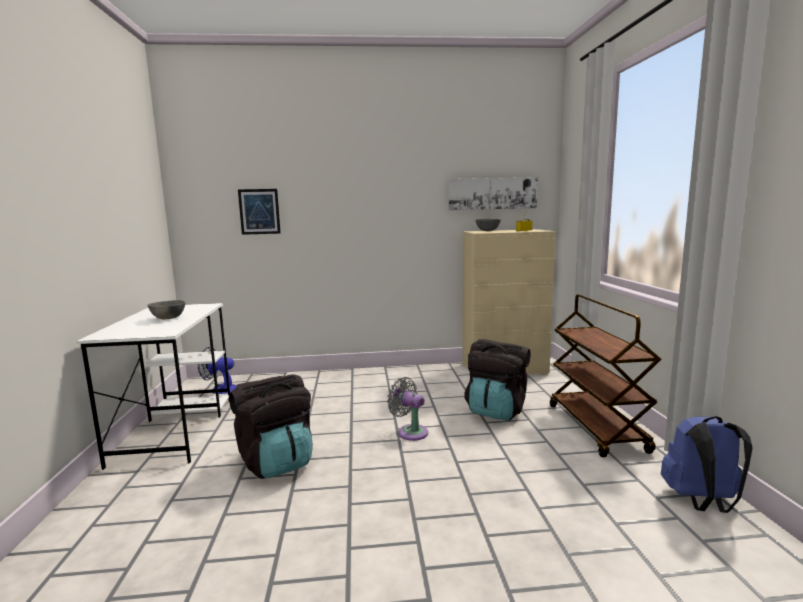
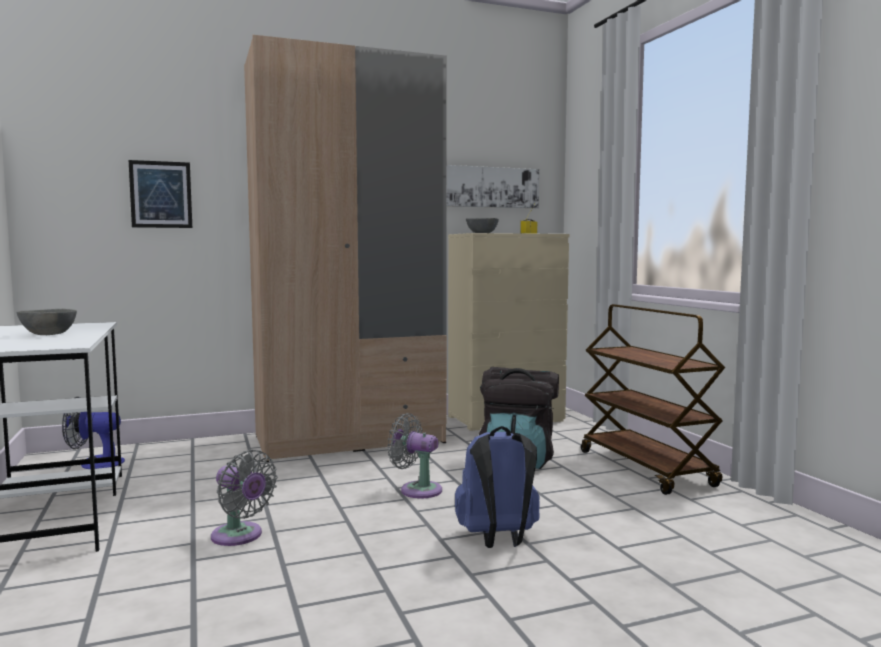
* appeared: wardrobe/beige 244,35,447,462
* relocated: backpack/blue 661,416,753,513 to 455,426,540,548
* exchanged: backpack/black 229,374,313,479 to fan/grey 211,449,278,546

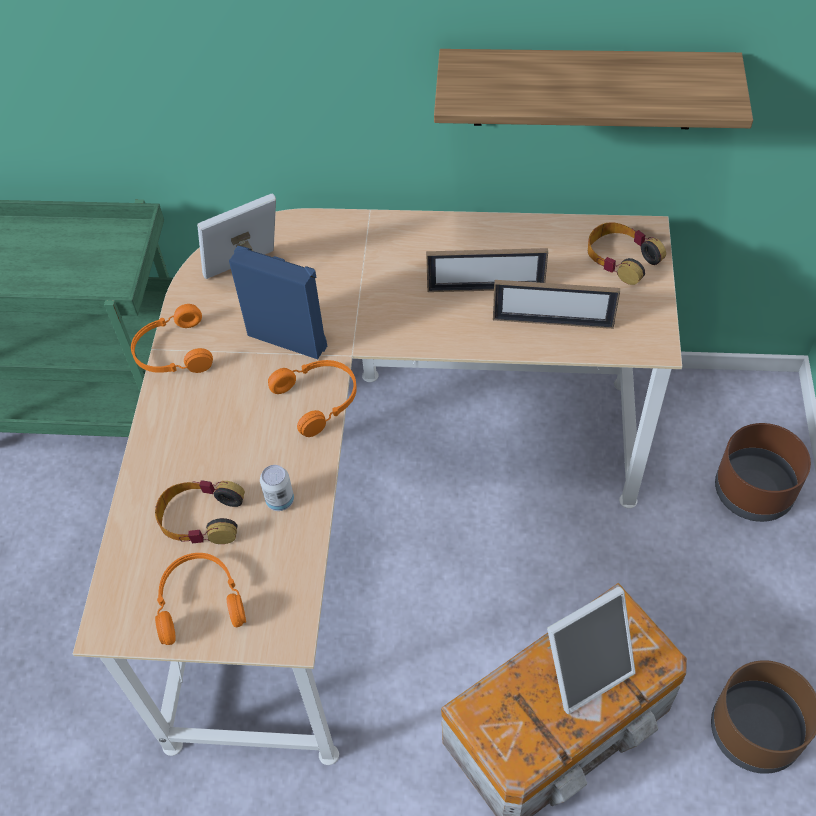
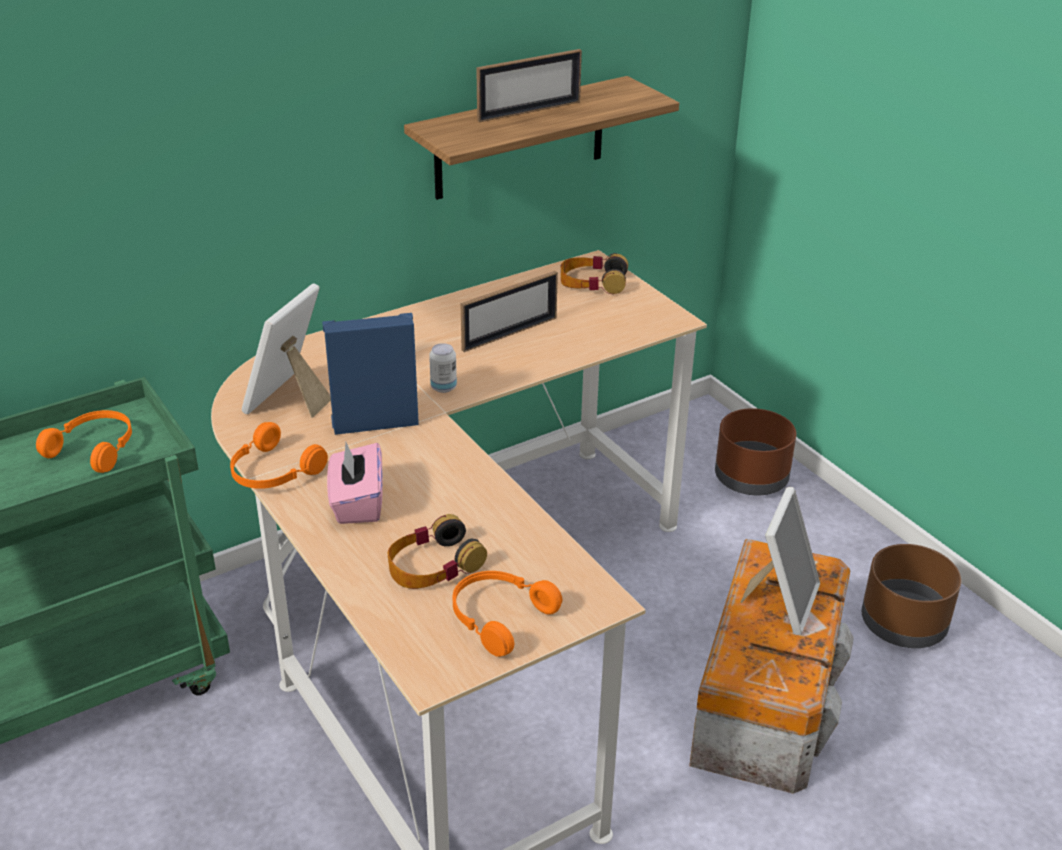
* appeared: tissue box/pink 327,442,383,524
* relocated: can 260,465,294,511 to 429,343,457,393
* relocated: headphones/orange 268,360,357,437 to 36,410,132,473
* relocated: picture frame 493,280,620,329 to 476,49,582,122

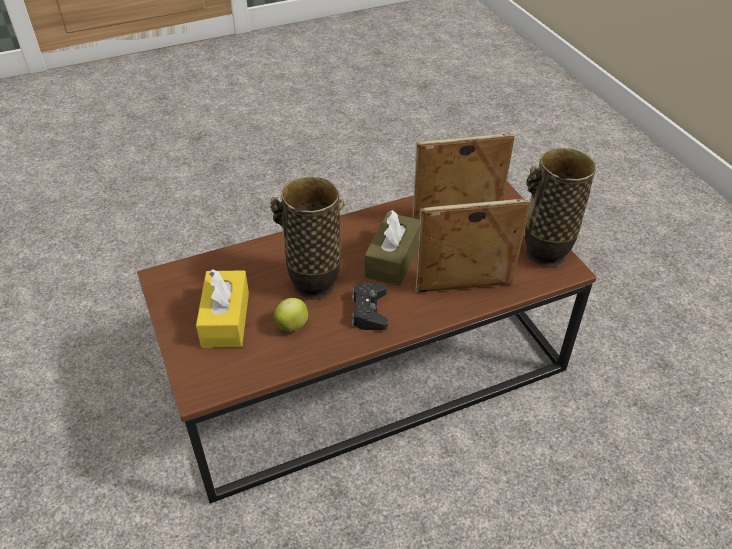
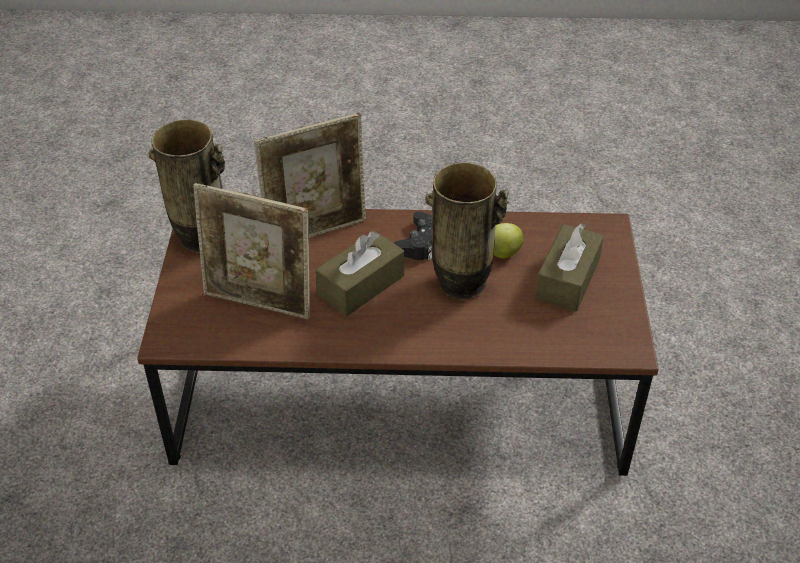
* colour: tissue box/yellow 196,269,249,348 to tissue box/brown 535,223,604,311
* spun: picture frame 415,198,530,293 = 254,113,366,238 45 degrees counterclockwise

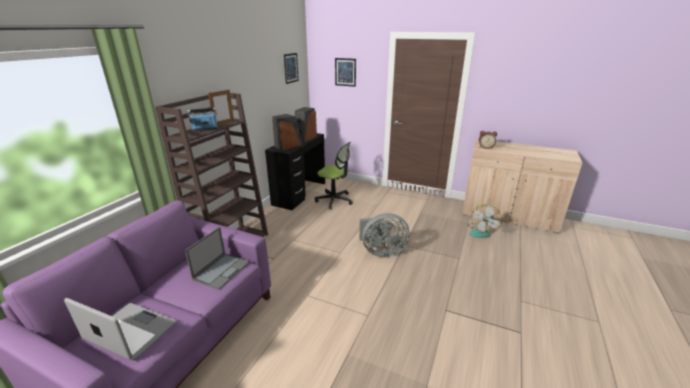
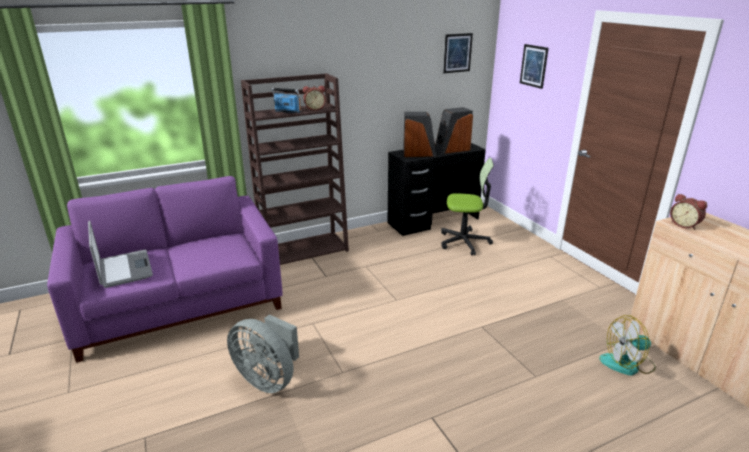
* missing: laptop 185,227,250,290
* relocated: fan/grey 359,213,410,257 to 227,314,299,393
* exchanged: picture frame 208,90,234,125 to alarm clock 303,86,326,111
* spun: office chair 315,142,353,210 = 441,158,494,256 60 degrees counterclockwise

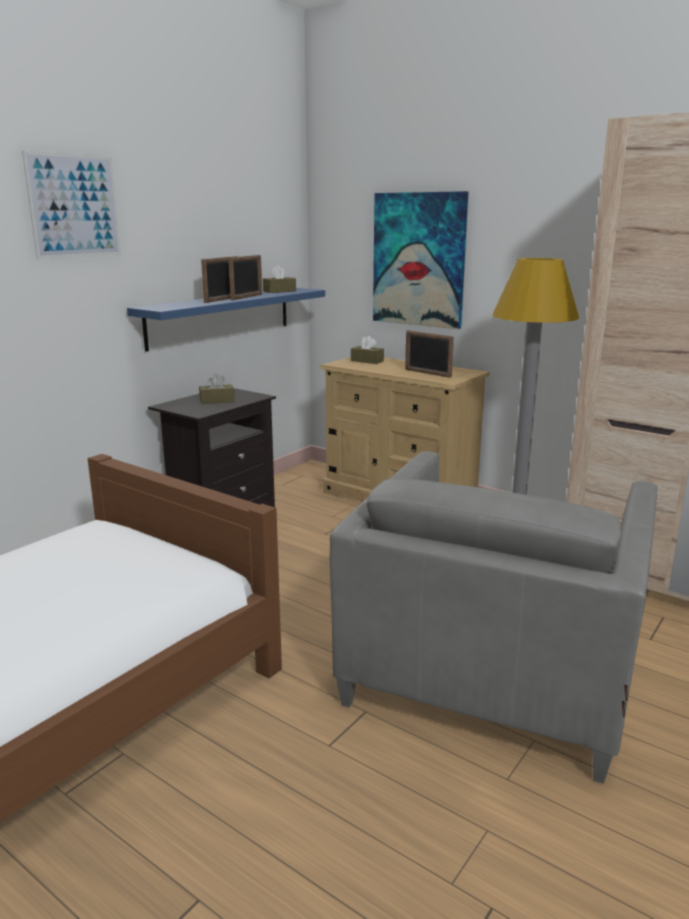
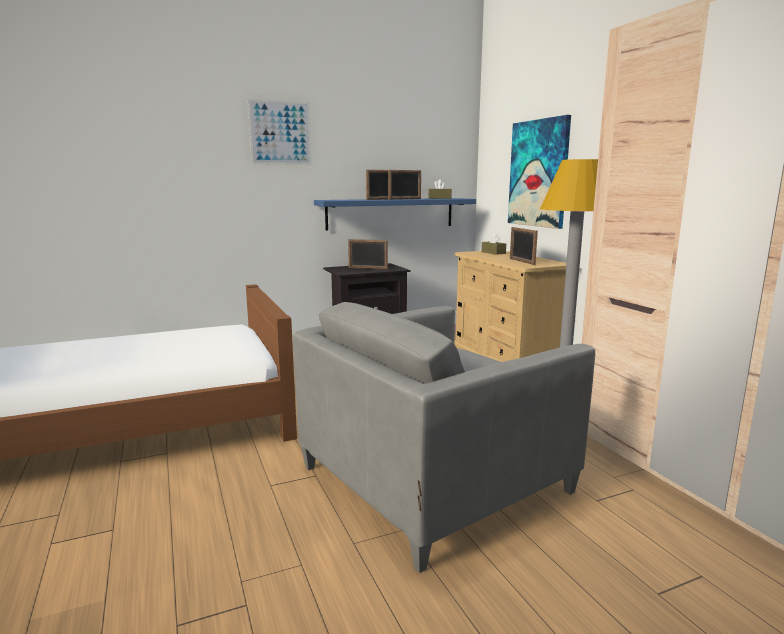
* exchanged: tissue box/brown 199,374,235,404 to picture frame 348,239,388,270

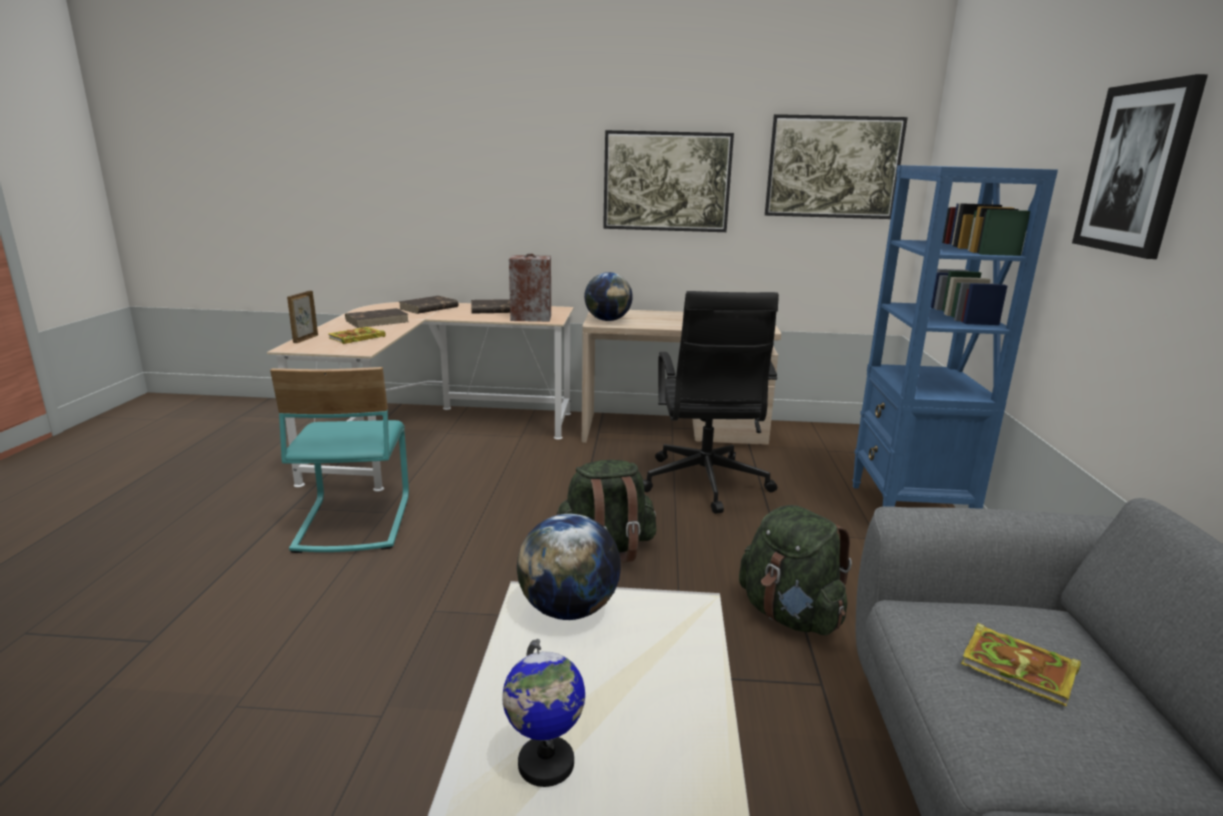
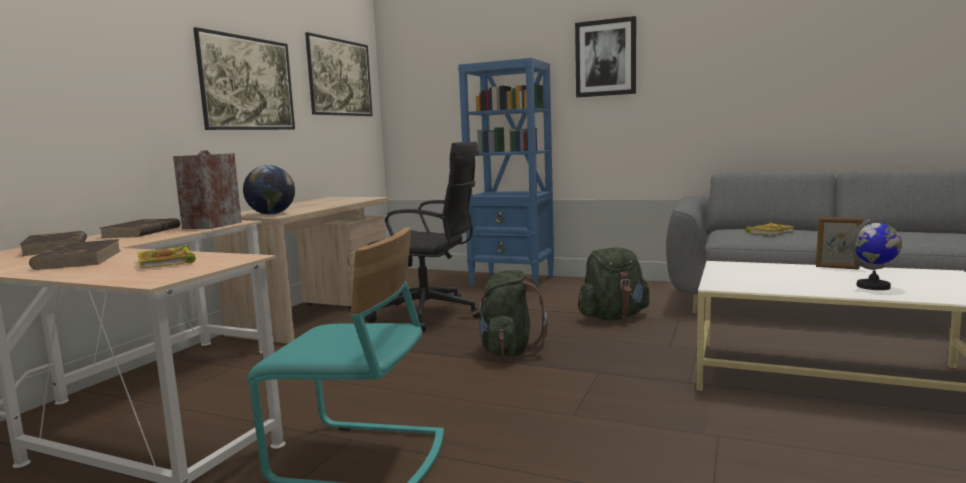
* missing: globe 517,514,621,620
* relocated: picture frame 287,291,318,343 to 816,217,863,270

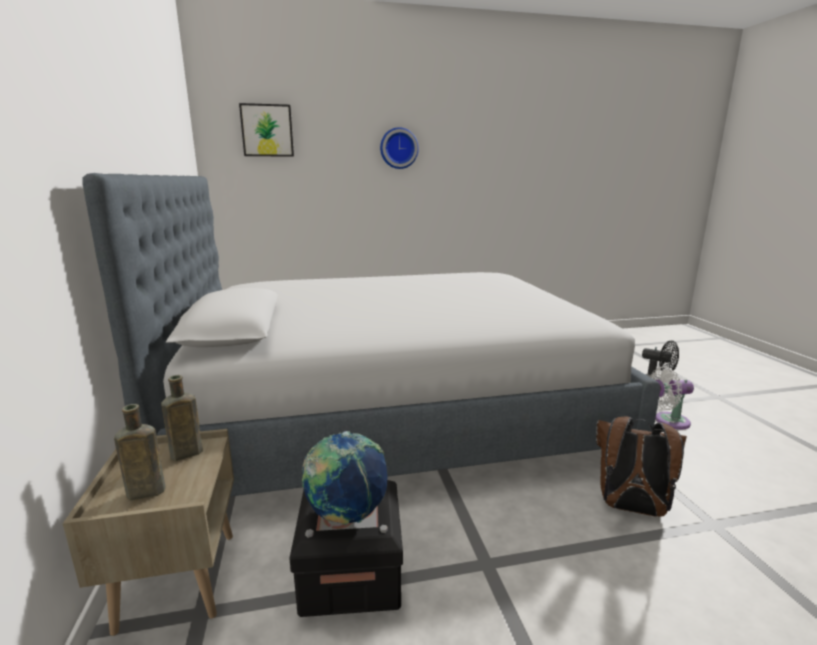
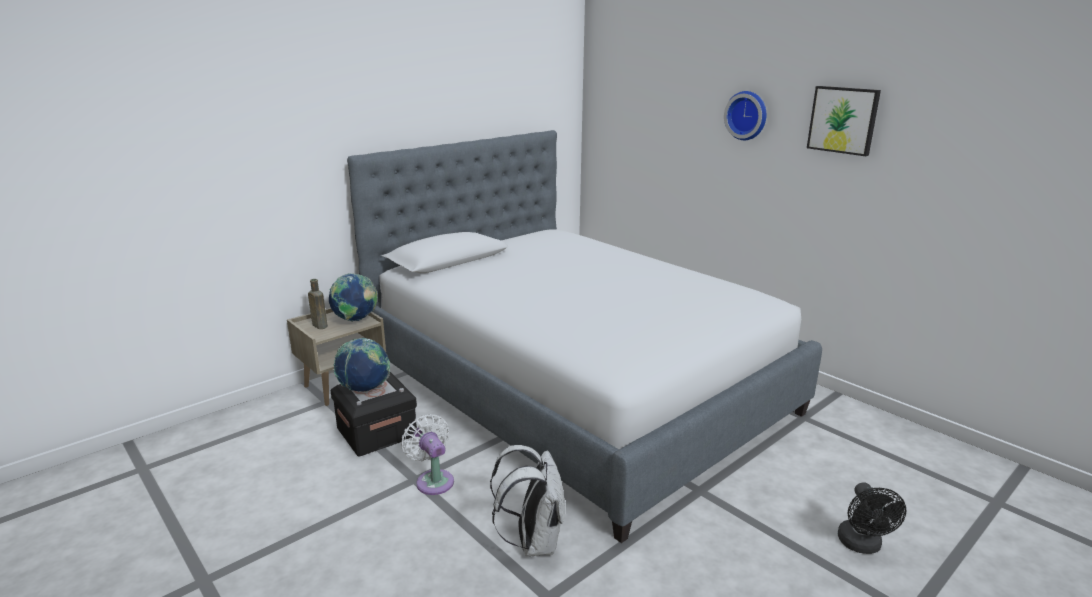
* relocated: picture 239,103,294,157 to 807,86,881,156
* relocated: fan/white 651,366,694,429 to 401,414,454,495
* exchanged: bottle/brown 161,375,203,461 to globe 329,273,378,322
* colour: backpack/brown 596,416,687,516 to backpack/white 490,445,565,556

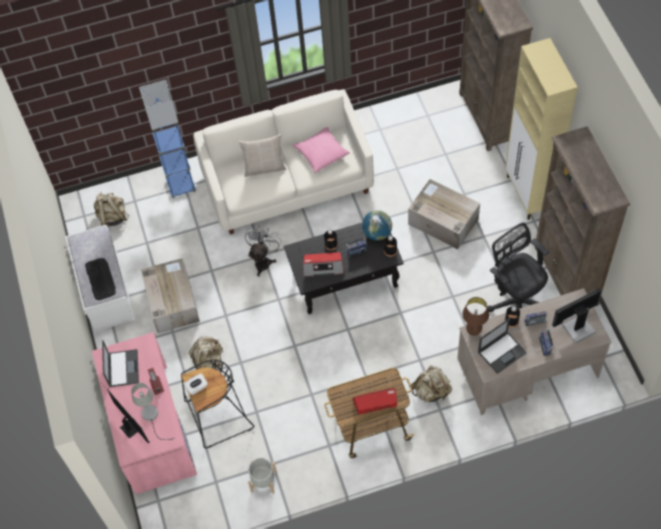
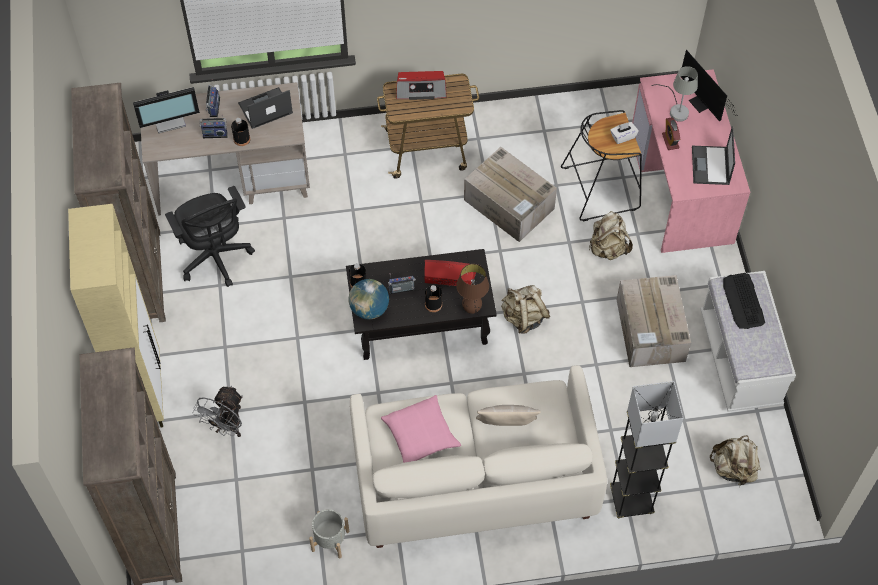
* relocated: fan/grey 245,225,281,277 to 192,386,243,437
* relocated: planter/grey 248,458,277,494 to 309,509,349,558
* relocated: cardboard box 408,179,480,249 to 464,147,557,242
* relocated: backpack/beige 411,365,452,402 to 501,285,550,334
* relocated: table lamp/brown 462,297,489,336 to 456,264,489,314
* colour: floor lamp/blue 139,80,196,198 to floor lamp/grey 610,381,683,518

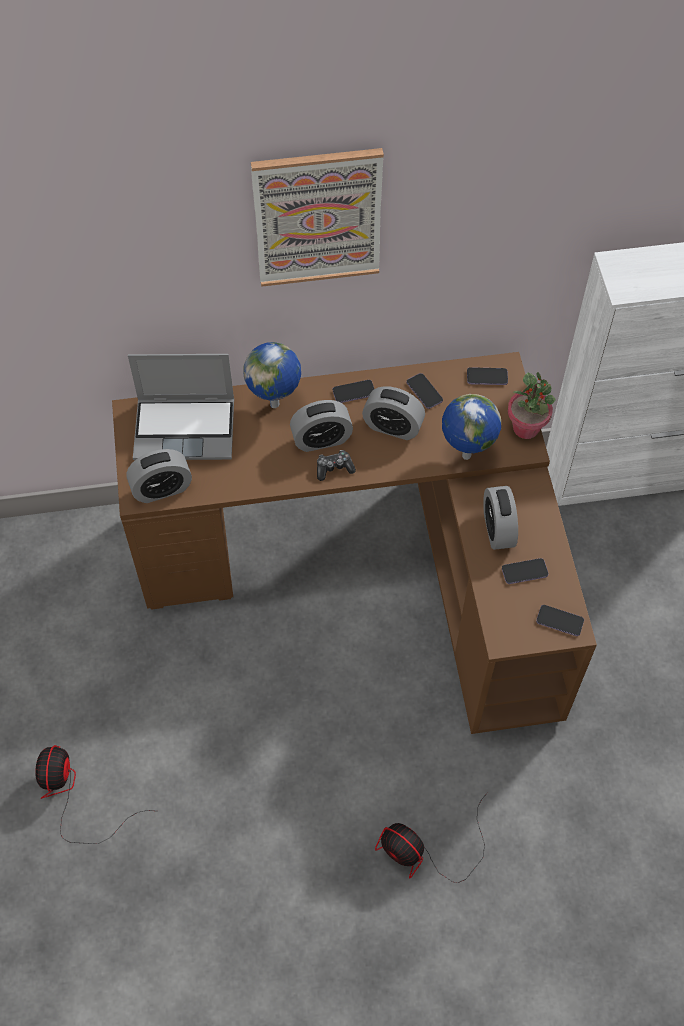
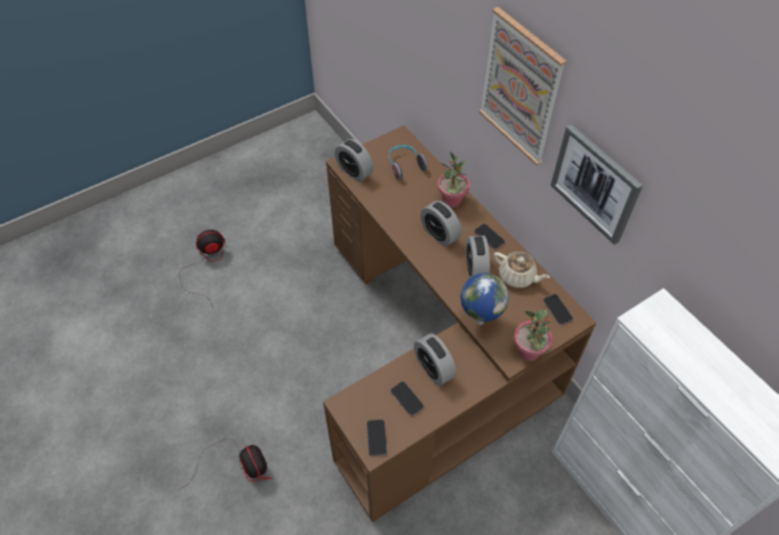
* missing: game controller 317,450,356,481
* appeared: picture 551,125,643,245
* exchanged: laptop 128,354,234,460 to headphones 389,145,427,179
* exchanged: globe 243,342,301,408 to potted plant 438,152,470,208
* exchanged: phone 407,373,443,409 to teapot/beige 494,252,550,288
* spun: fan 375,792,488,883 = 177,439,272,491 135 degrees clockwise
* spun: alarm clock 483,486,518,550 = 414,333,456,386 90 degrees counterclockwise

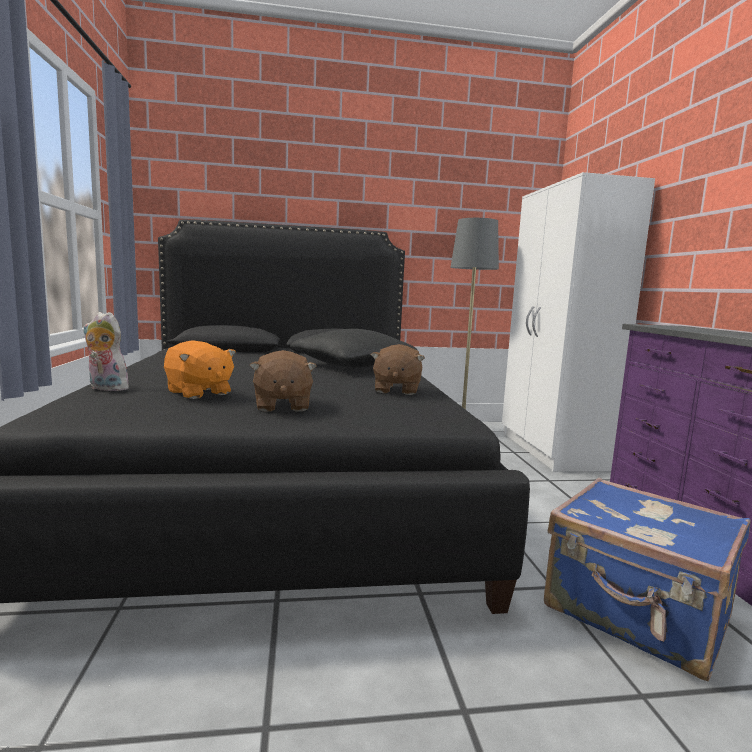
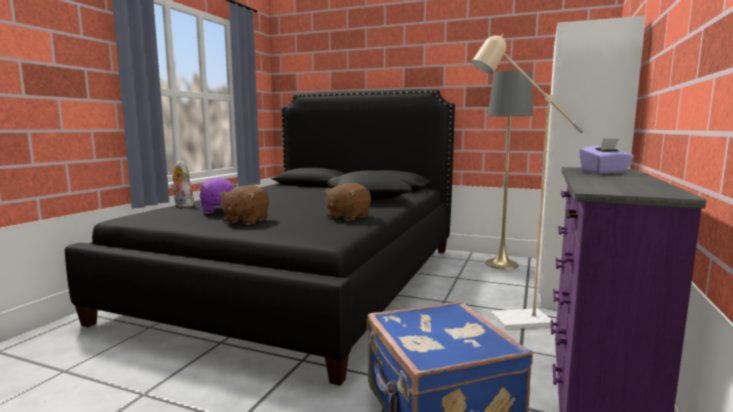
* appeared: floor lamp/beige 472,34,584,329
* appeared: tissue box/purple 579,138,634,174
* colour: plush toy/orange 164,340,236,399 to plush toy/purple 197,178,237,214

